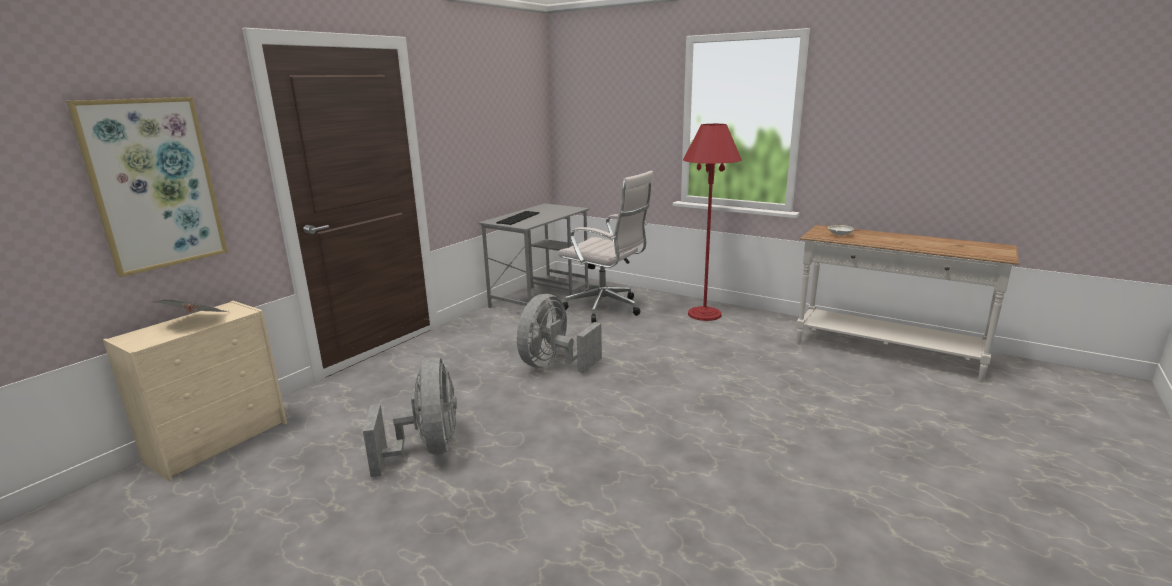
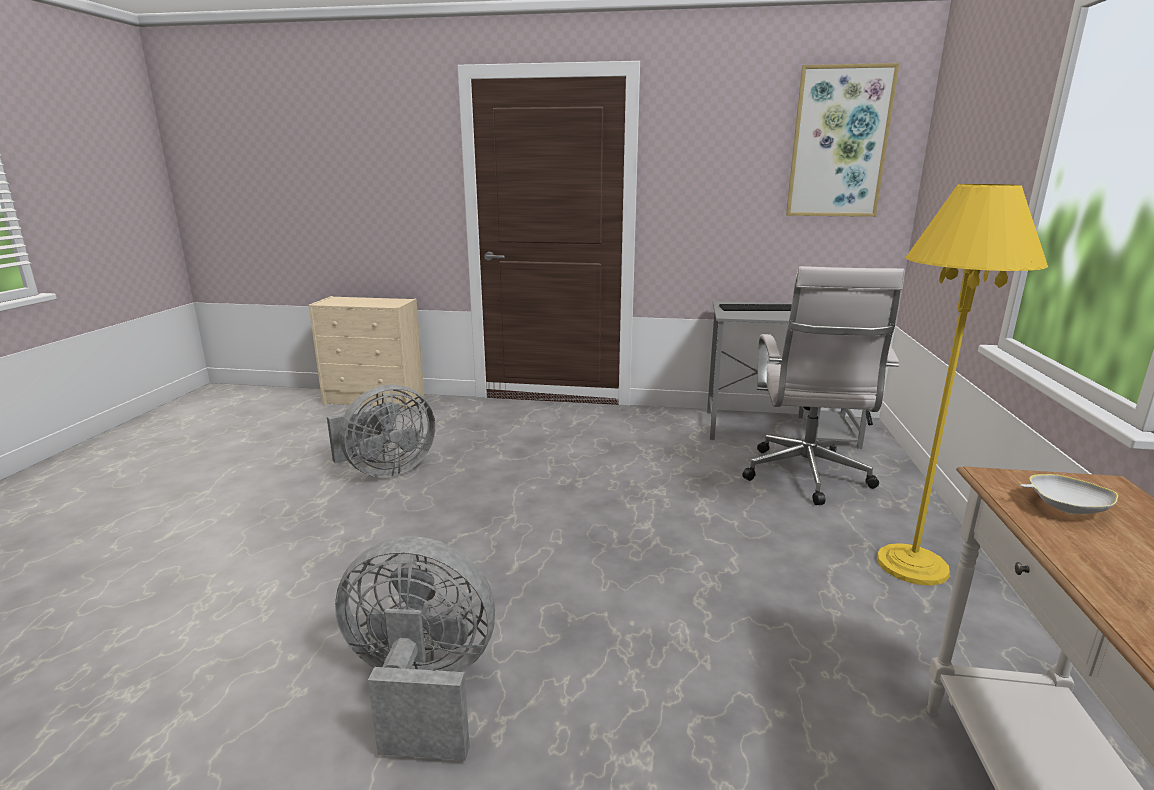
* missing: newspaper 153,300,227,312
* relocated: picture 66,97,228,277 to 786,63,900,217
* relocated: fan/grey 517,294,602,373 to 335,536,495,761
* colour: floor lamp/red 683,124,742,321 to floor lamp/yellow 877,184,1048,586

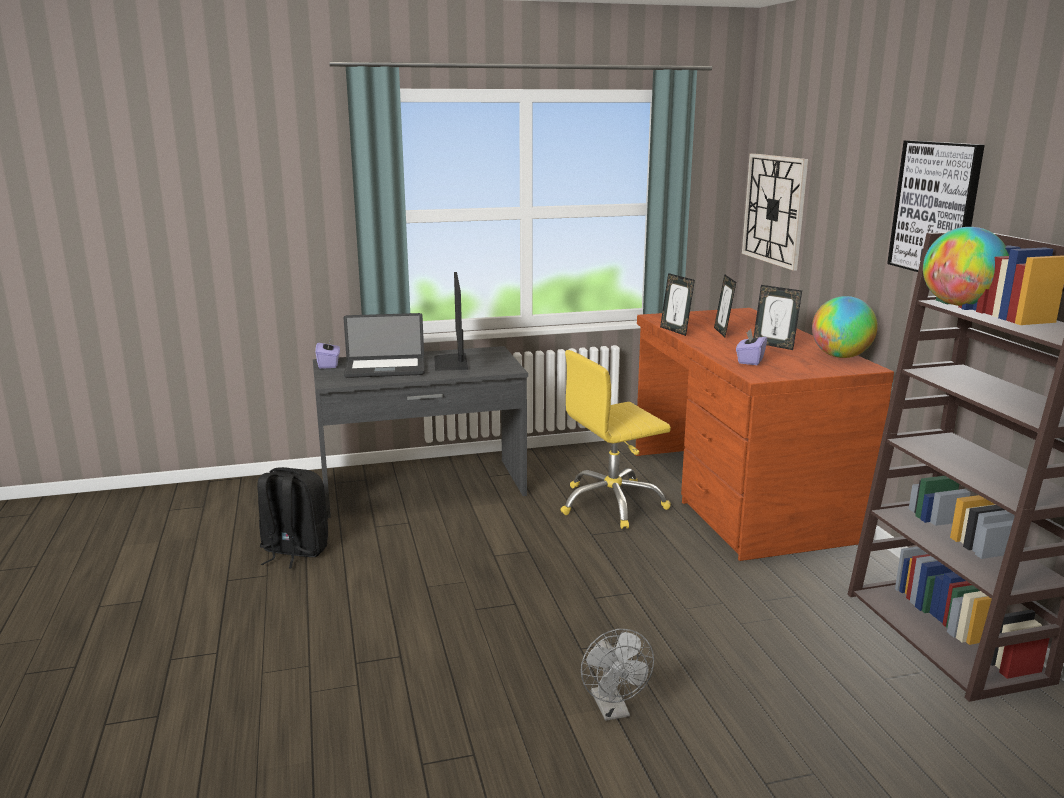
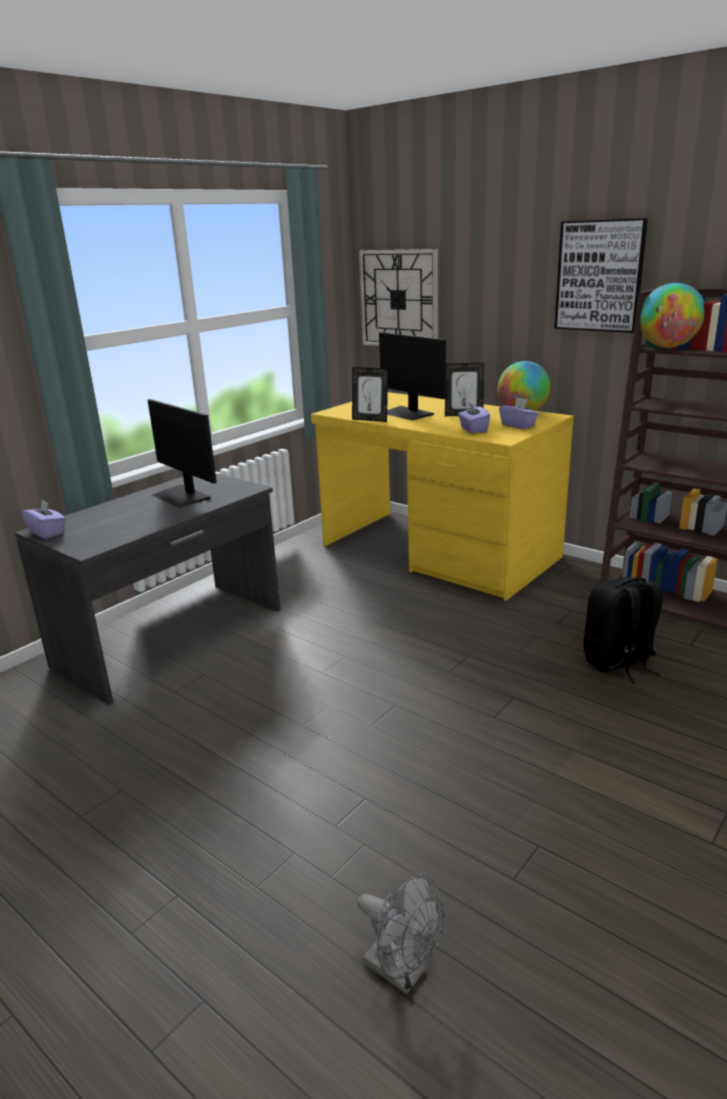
* missing: laptop 344,313,425,378
* missing: office chair/yellow 560,350,671,529
* appeared: tissue box/purple 499,398,539,429
* relocated: backpack/black 257,467,328,569 to 584,577,663,683
* relocated: fan/grey 581,629,654,721 to 358,873,444,994
* exchanged: picture frame 714,274,736,337 to monitor 379,332,446,421
* colour: desk/brown 636,308,894,561 to desk/yellow 311,392,574,601

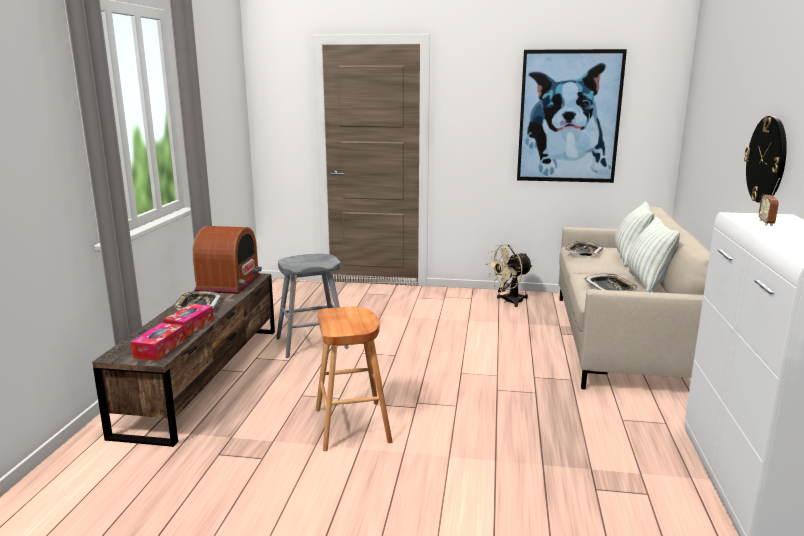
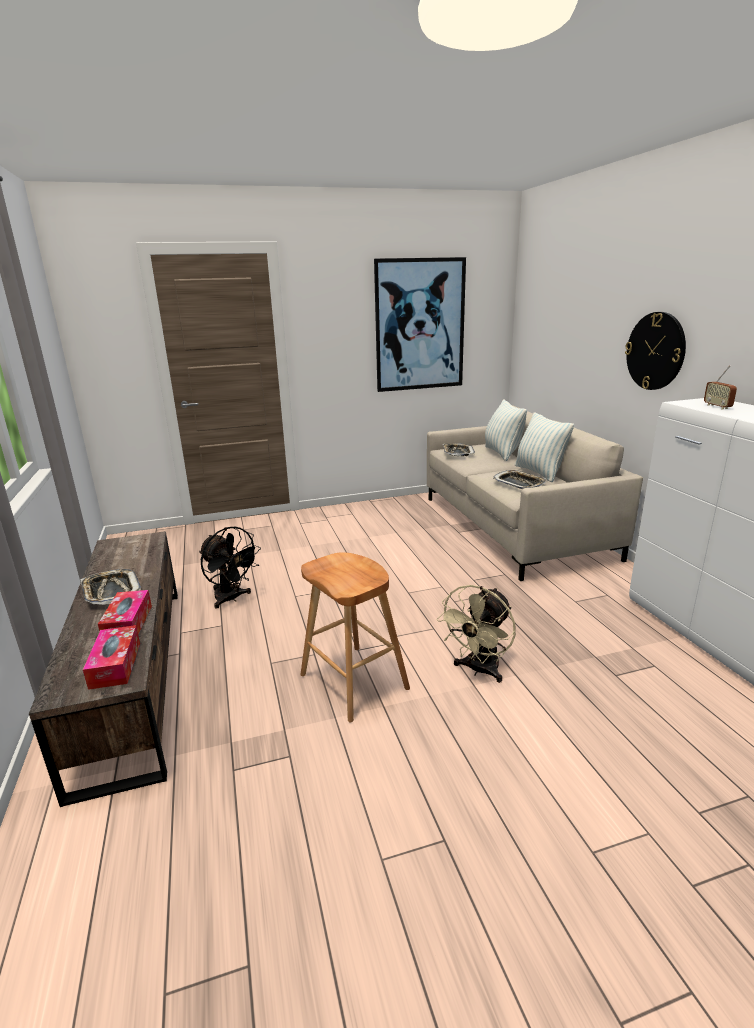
* missing: radio 192,226,262,294
* relocated: fan/beige 486,244,533,307 to 437,585,516,683
* exchanged: stool/grey 276,254,349,358 to fan/black 199,527,261,609

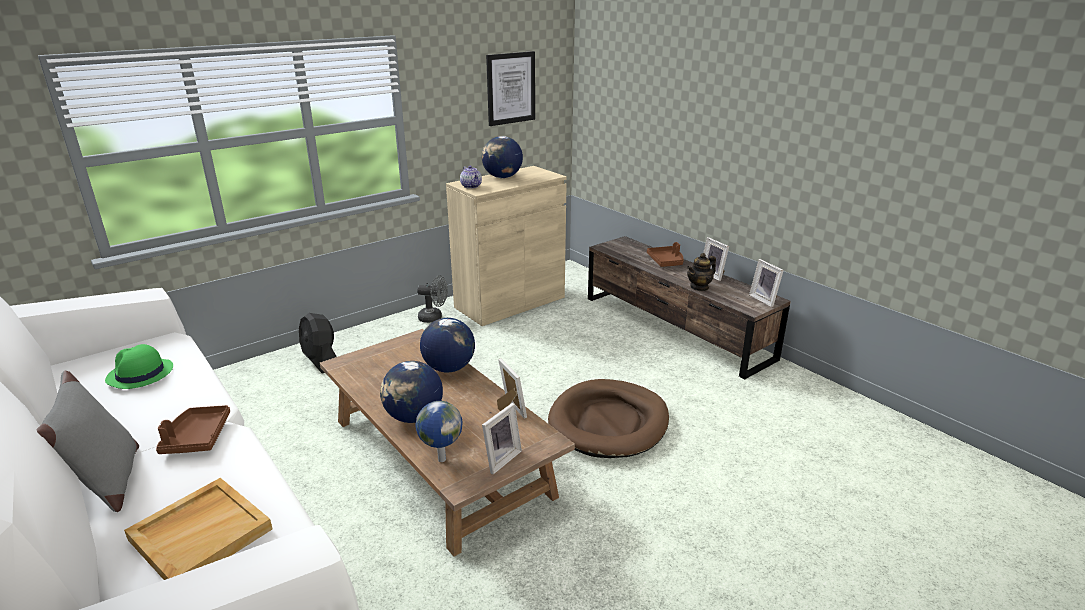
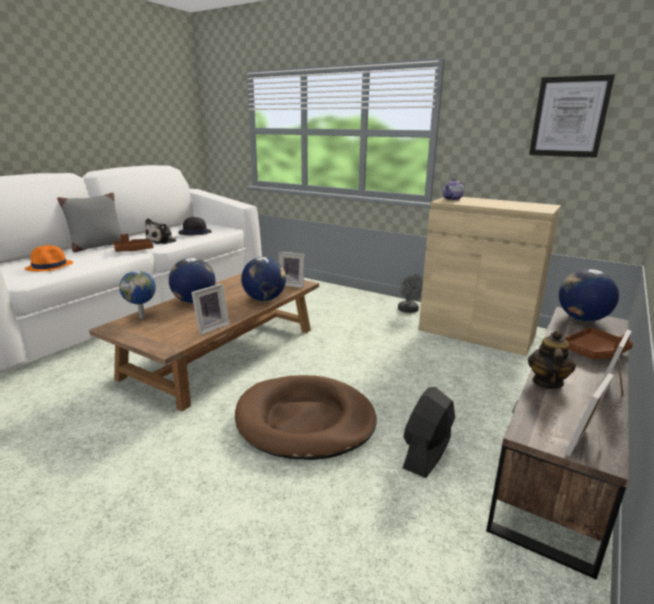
* appeared: plush toy 145,219,178,244
* relocated: fan/black 299,313,336,374 to 403,387,455,478
* relocated: globe 482,136,523,178 to 559,269,619,321
* relocated: picture frame 482,403,522,475 to 278,252,305,288
* exchanged: tray/beige 124,478,273,580 to hat/orange 25,245,73,272
* colour: hat/green 105,344,173,389 to hat/black 178,217,212,236
* spun: teapot 687,253,716,291 = 528,330,576,389 75 degrees clockwise

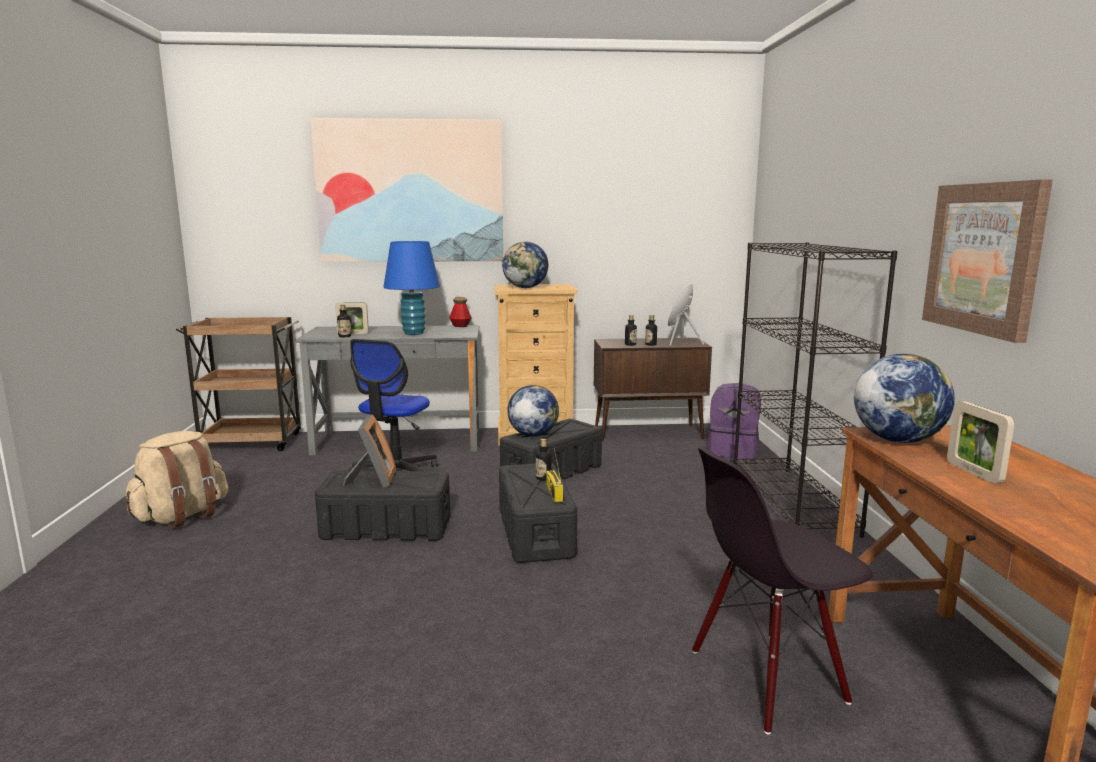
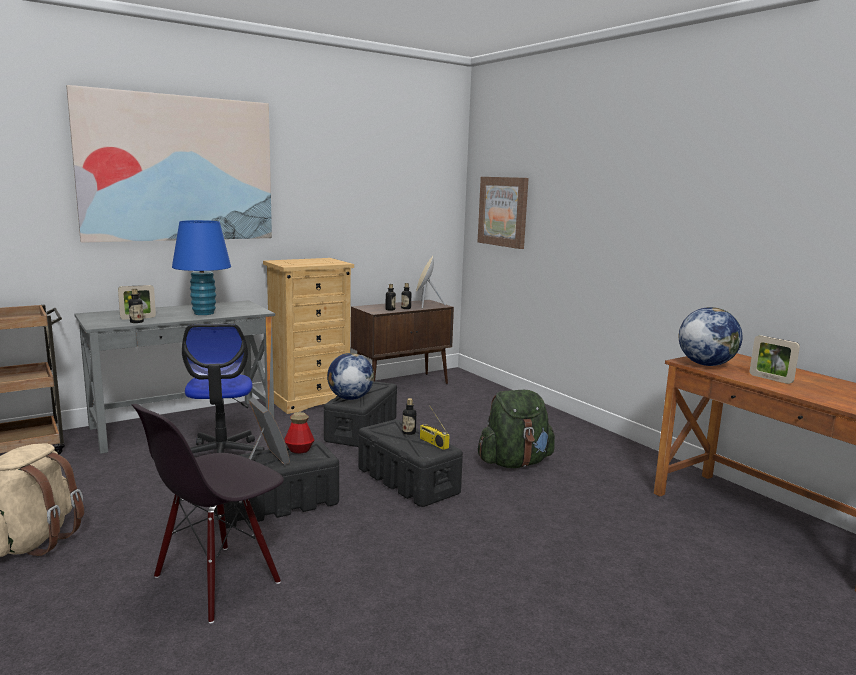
* missing: globe 502,241,549,288
* missing: backpack/purple 708,383,761,460
* missing: bookcase/black 733,242,898,538
* appeared: backpack/green 478,390,555,468
* relocated: bottle 449,297,472,327 to 284,412,314,454
* relocated: chair/black 692,448,873,734 to 131,404,284,623
* relocated: picture 922,179,1053,343 to 478,177,529,249

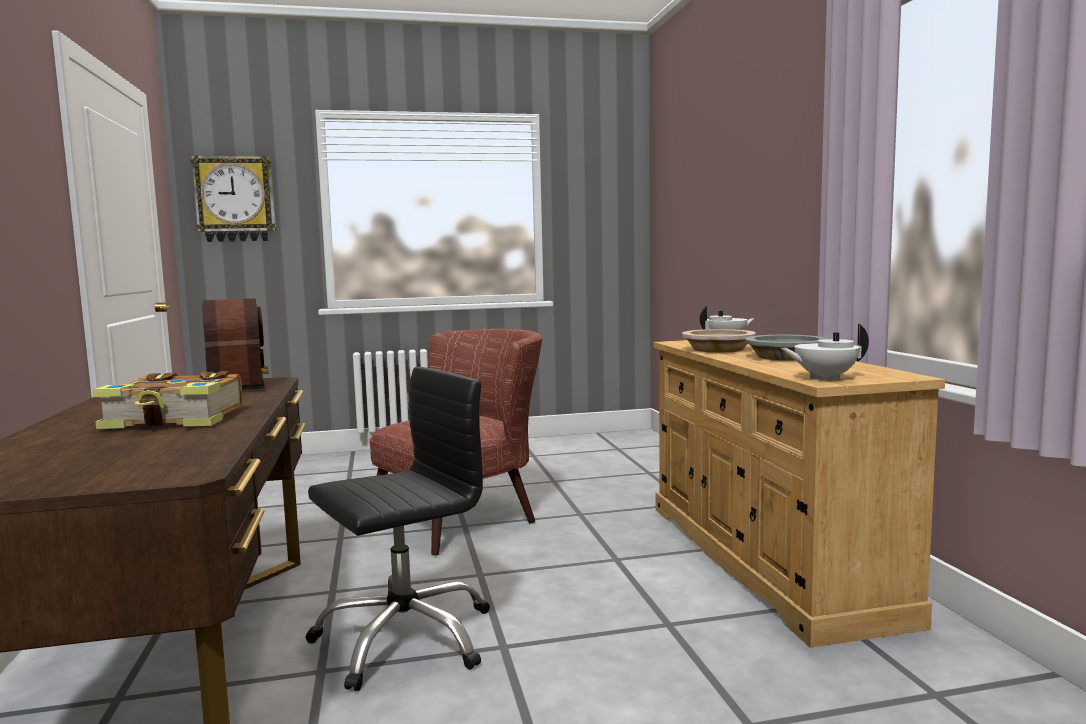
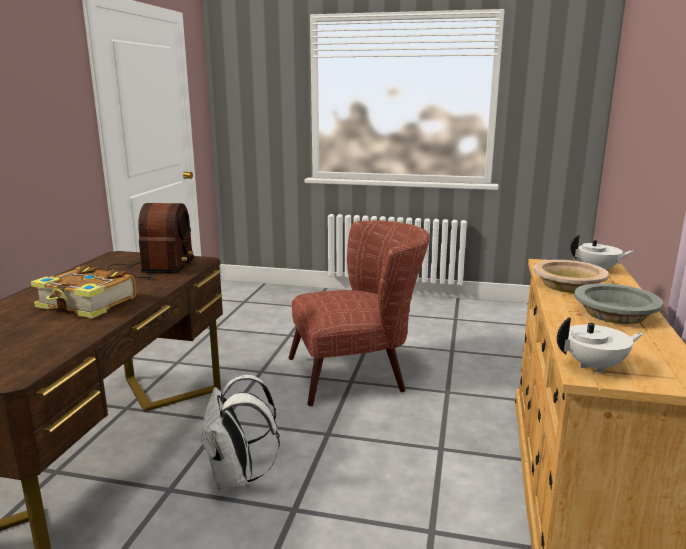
* missing: wall clock 191,155,276,242
* exchanged: office chair/black 305,367,490,691 to backpack/white 201,375,280,490
* spun: teapot/white 781,324,869,381 = 557,317,643,374 150 degrees clockwise

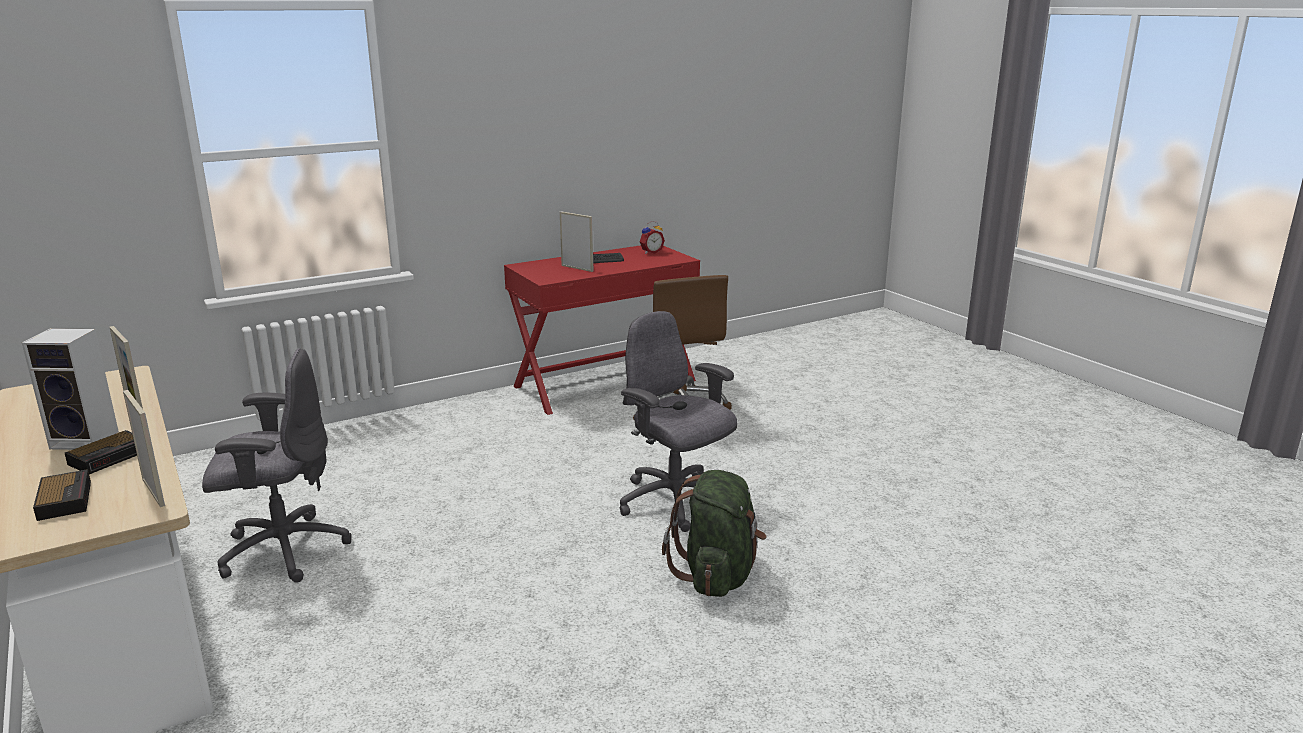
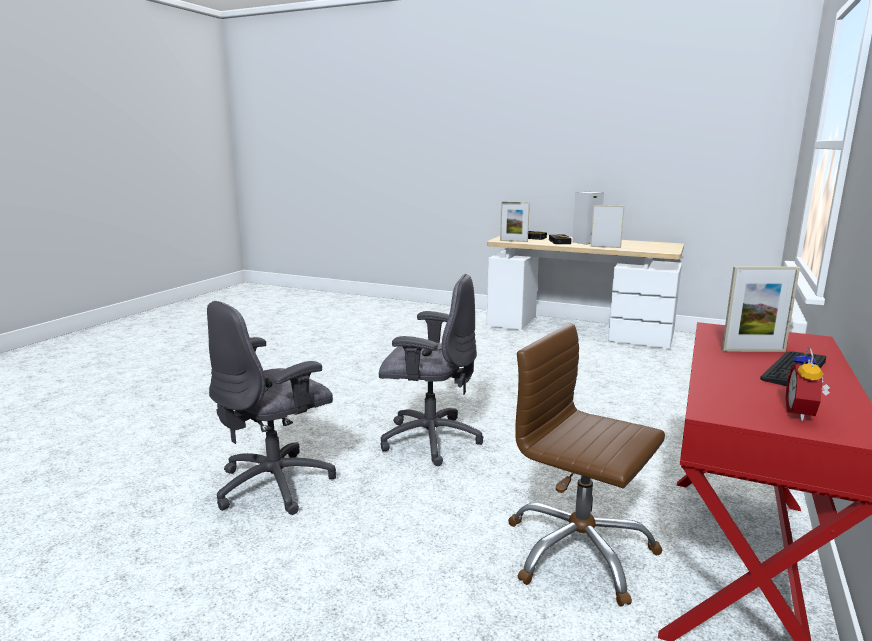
* missing: backpack/green 662,470,766,597
* relocated: office chair/grey 202,348,351,583 to 207,301,336,515

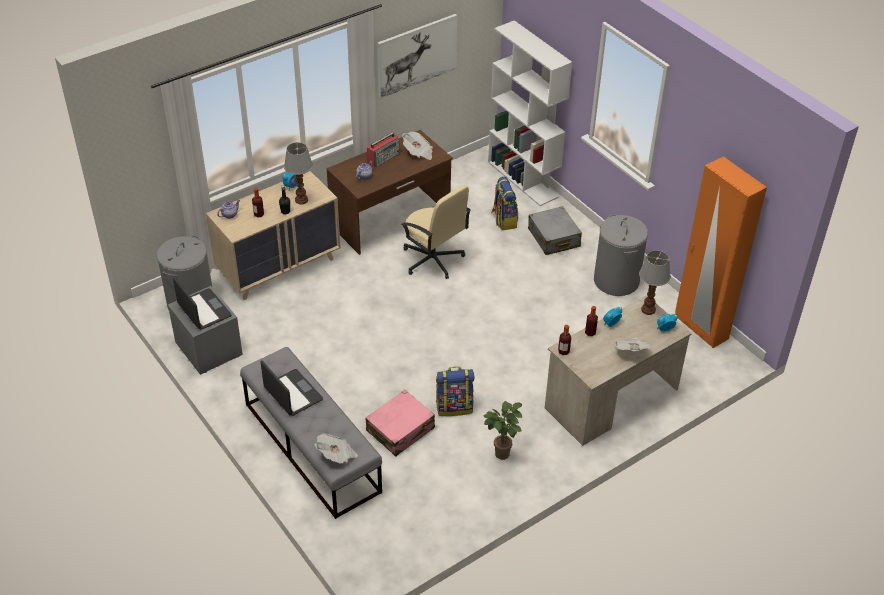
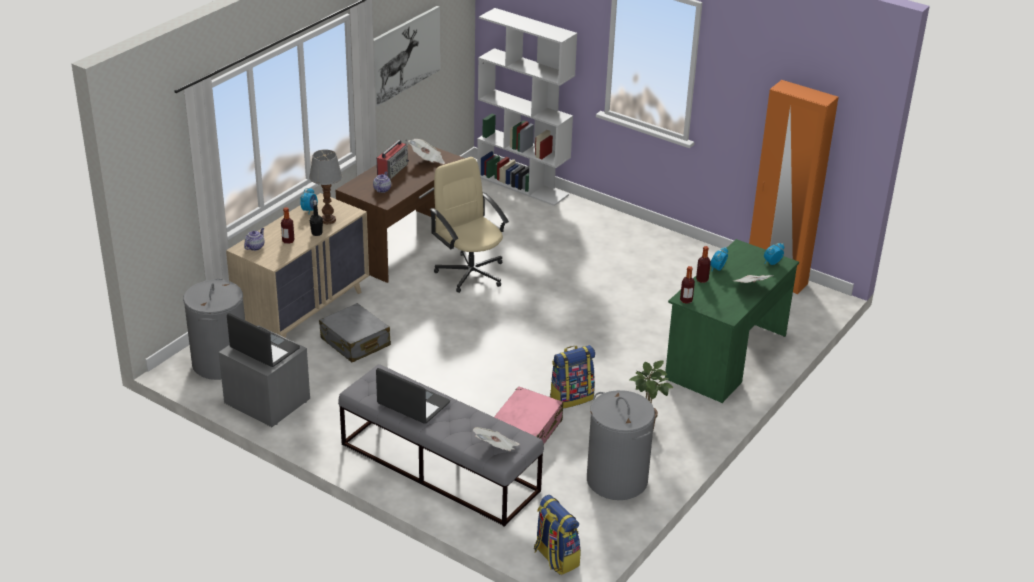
* missing: table lamp 639,250,671,315
* relocated: backpack 491,177,518,230 to 534,495,581,575
* relocated: suitcase/grey 528,206,582,255 to 319,303,391,362
* relocated: laundry basket/grey 594,214,648,296 to 587,390,655,500
* colour: desk/beige 545,295,692,446 to desk/green 665,239,799,403
* spun: office chair/beige 401,185,471,279 = 430,157,509,293 150 degrees counterclockwise

